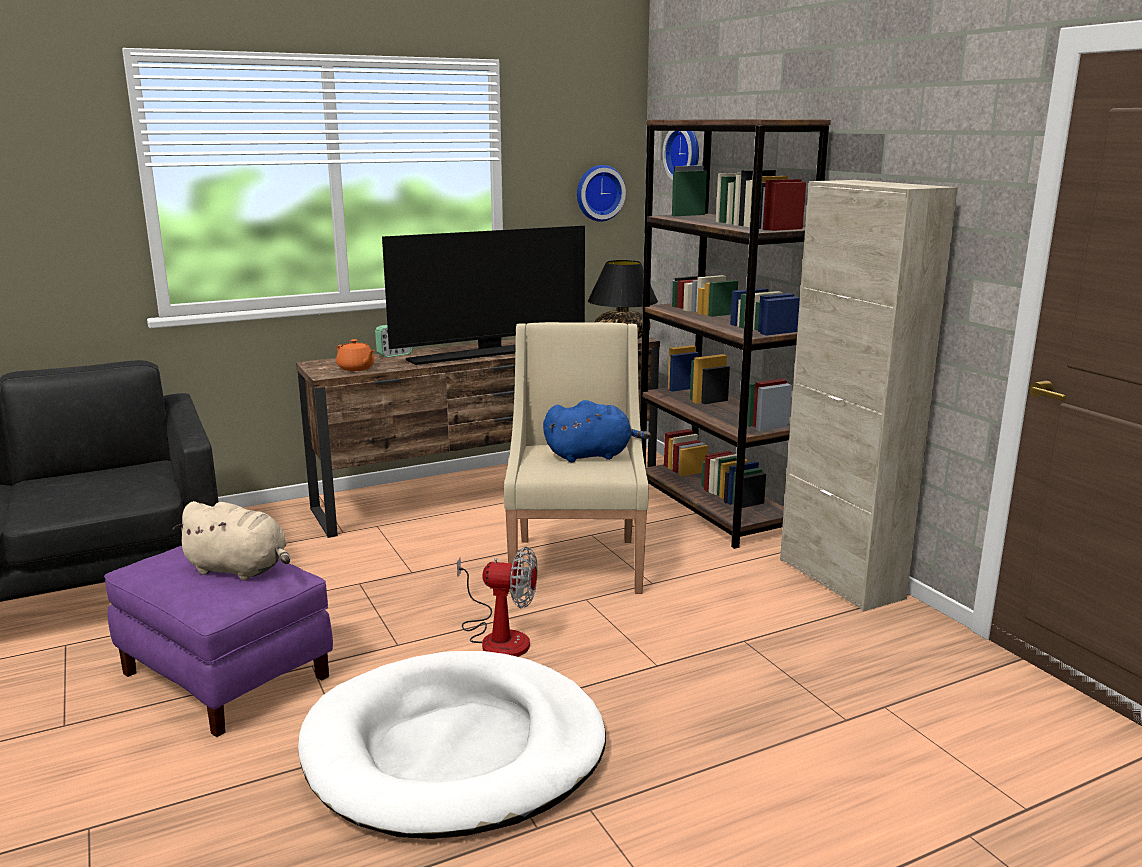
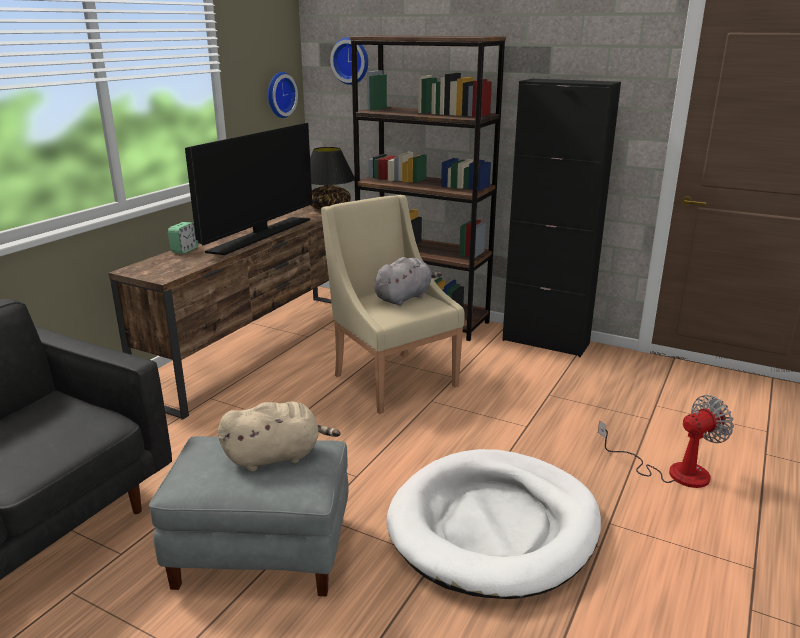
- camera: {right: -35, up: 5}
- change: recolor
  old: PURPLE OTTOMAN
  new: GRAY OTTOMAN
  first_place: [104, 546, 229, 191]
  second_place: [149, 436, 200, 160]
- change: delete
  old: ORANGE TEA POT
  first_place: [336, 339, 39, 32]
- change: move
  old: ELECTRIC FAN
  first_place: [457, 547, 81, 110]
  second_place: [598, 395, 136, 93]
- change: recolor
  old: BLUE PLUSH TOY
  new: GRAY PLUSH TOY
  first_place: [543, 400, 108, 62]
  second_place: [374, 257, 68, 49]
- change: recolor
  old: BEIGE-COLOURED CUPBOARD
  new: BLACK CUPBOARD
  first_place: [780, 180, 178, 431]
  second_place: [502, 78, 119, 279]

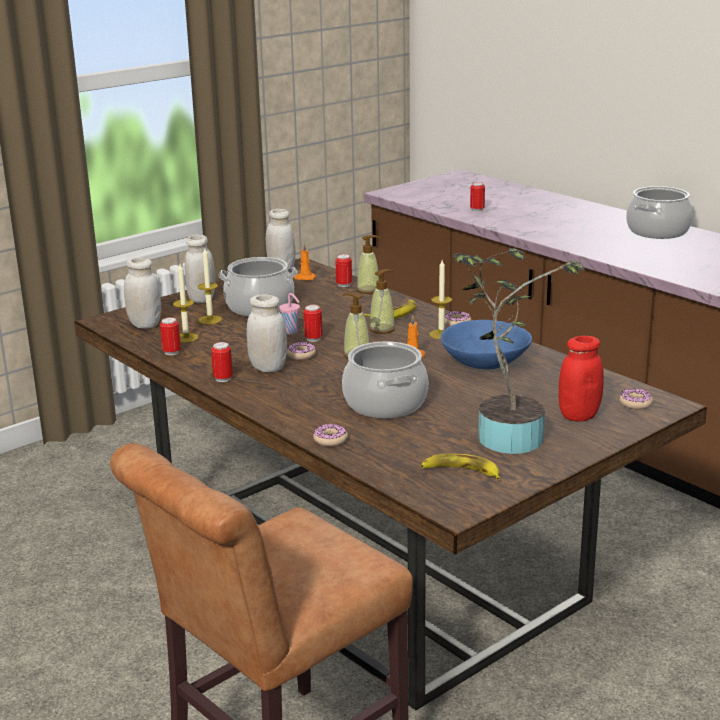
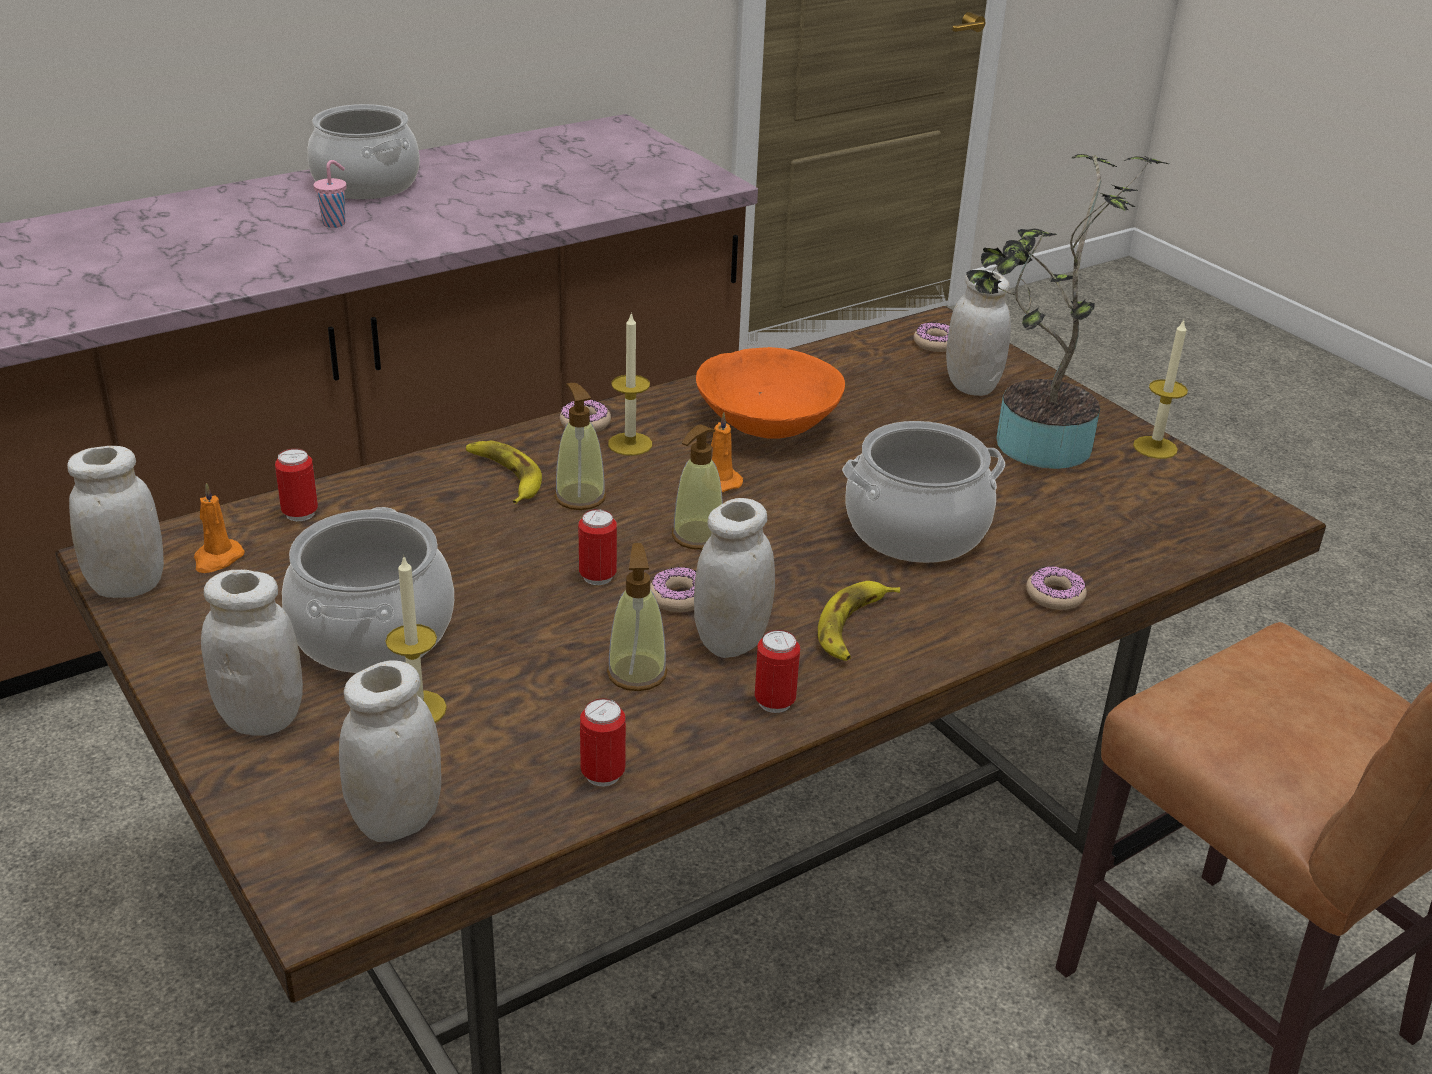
- camera: {right: -85, up: 10}
- change: move
  old: WAX CANDLE
  first_place: [173, 264, 25, 79]
  second_place: [1133, 320, 55, 139]
- change: move
  old: PINKISH DRINKING CUP
  first_place: [279, 293, 21, 41]
  second_place: [314, 160, 32, 68]
- change: move
  old: LIQUID SOAP BOTTLE
  first_place: [357, 235, 23, 59]
  second_place: [607, 543, 60, 148]
- change: move
  old: BANANA FRUIT
  first_place: [421, 453, 79, 27]
  second_place: [818, 581, 82, 80]
- change: recolor
  old: BLUE SERVING BOWL
  new: ORANGE SERVING BOWL
  first_place: [440, 320, 92, 50]
  second_place: [696, 347, 149, 92]
- change: delete
  old: METAL CAN
  first_place: [470, 182, 15, 30]
- change: recolor
  old: RED JAR
  new: WHITE JAR
  first_place: [559, 336, 45, 86]
  second_place: [946, 269, 65, 127]

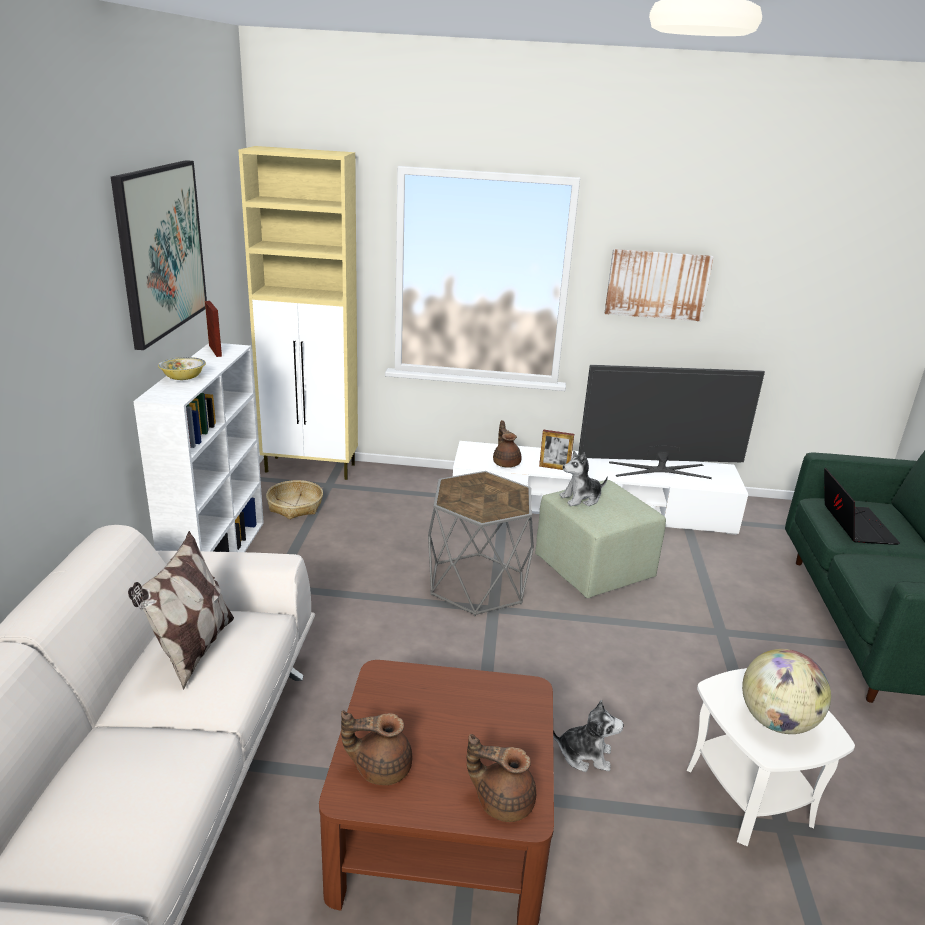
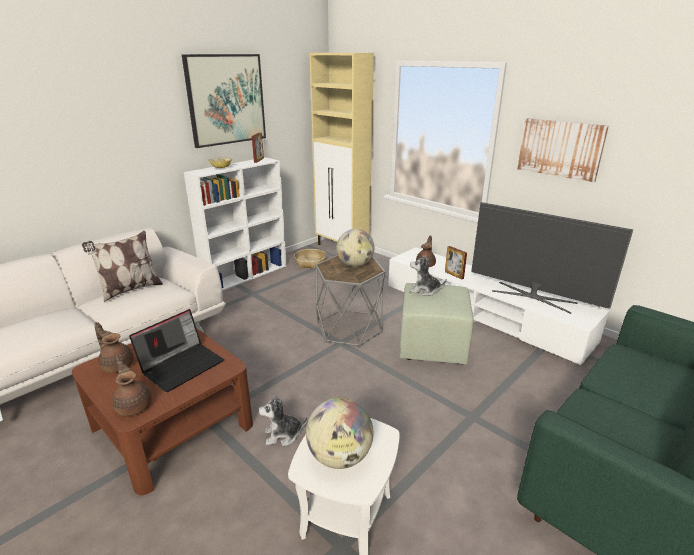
- camera: {right: 40, up: 0}
- change: rotate
  old: PLUSH TOY
  first_place: [553, 700, 71, 72]
  second_place: [258, 392, 50, 54]
  degrees: 120
- change: move
  old: LAPTOP
  first_place: [824, 467, 76, 78]
  second_place: [129, 309, 95, 83]
- change: insert
  new: WORLD GLOBE
  second_place: [337, 229, 37, 38]

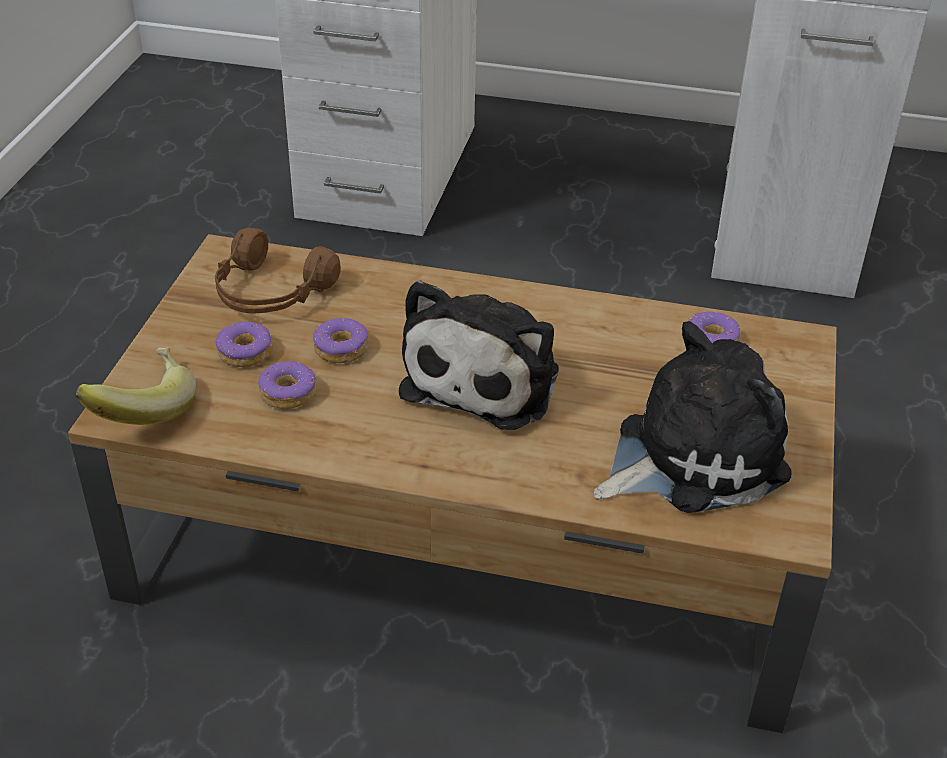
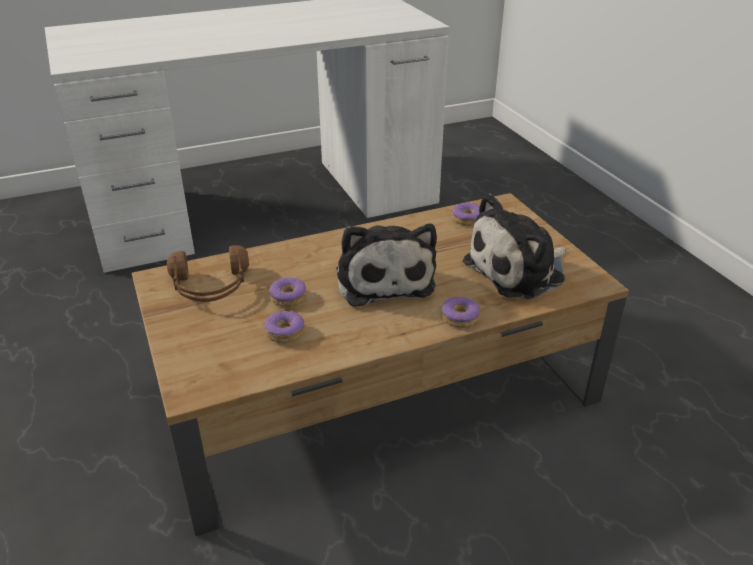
- camera: {right: -35, up: -5}
- change: delete
  old: BANANA FRUIT
  first_place: [76, 347, 121, 78]
- change: move
  old: DONUT
  first_place: [215, 321, 58, 46]
  second_place: [441, 297, 39, 31]
- change: rotate
  old: PLUSH TOY
  first_place: [594, 321, 197, 192]
  second_place: [463, 194, 104, 105]
  degrees: -150

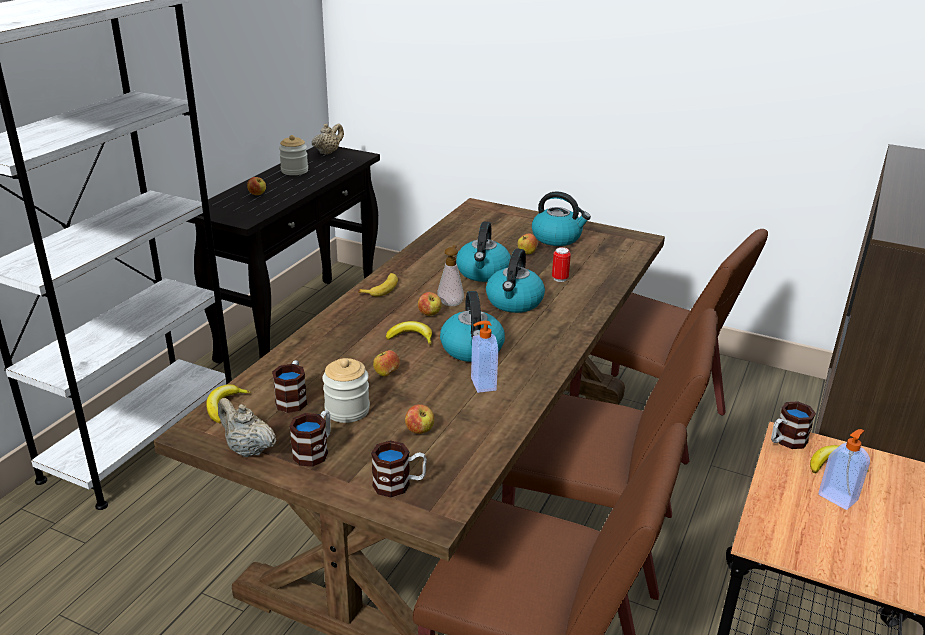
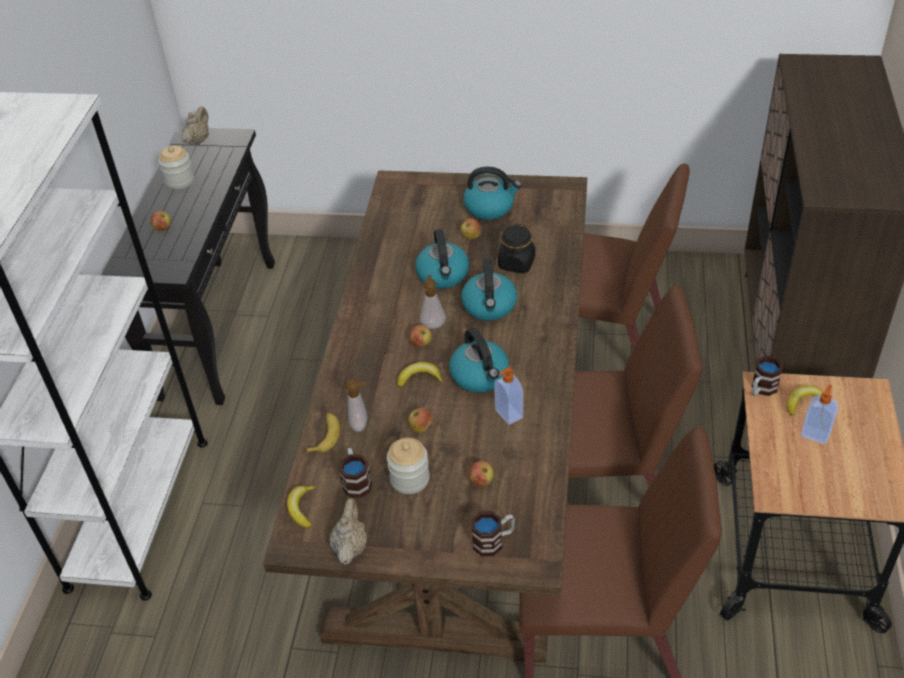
- camera: {right: -15, up: 15}
- change: rotate
  old: BEIGE-COLOURED TEA POT
  first_place: [218, 398, 58, 59]
  second_place: [329, 498, 39, 67]
  degrees: 75
- change: delete
  old: MUG
  first_place: [289, 410, 42, 57]
- change: move
  old: BANANA FRUIT
  first_place: [358, 273, 40, 24]
  second_place: [305, 413, 35, 40]
- change: replace
  old: METAL CAN
  new: BLACK JAR
  first_place: [552, 247, 19, 35]
  second_place: [498, 224, 37, 49]
- change: insert
  new: LIQUID SOAP BOTTLE
  second_place: [345, 379, 22, 53]

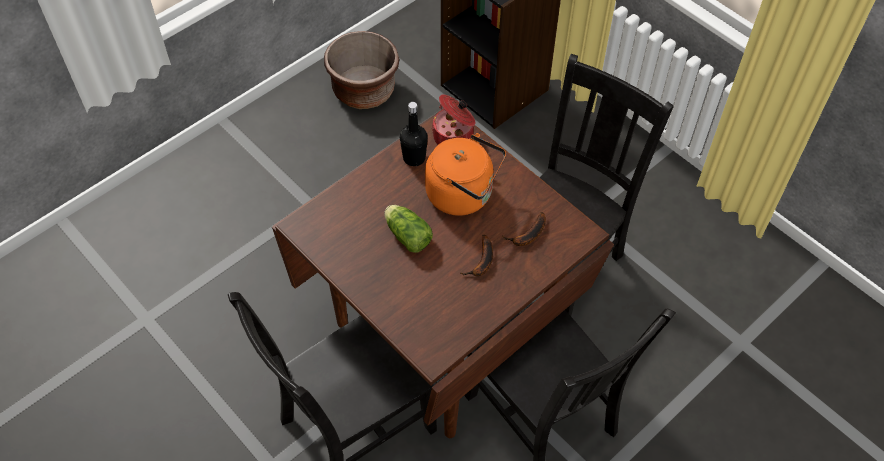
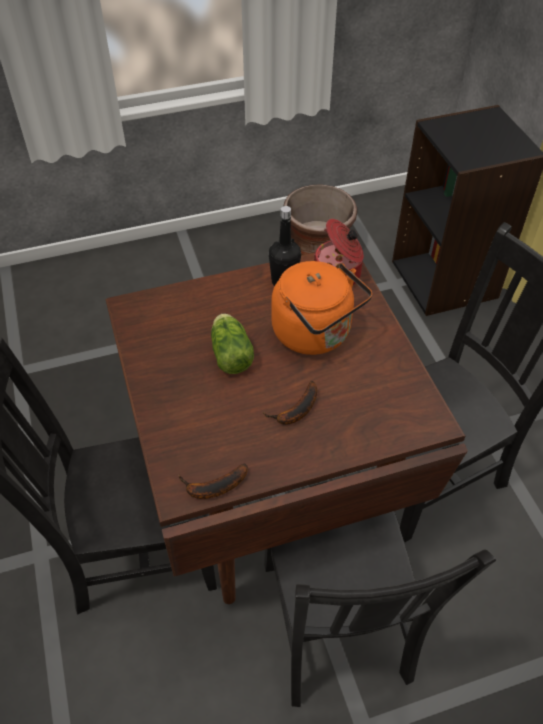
- camera: {right: 25, up: -5}
- change: move
  old: BANANA FRUIT
  first_place: [503, 212, 43, 34]
  second_place: [179, 463, 69, 36]

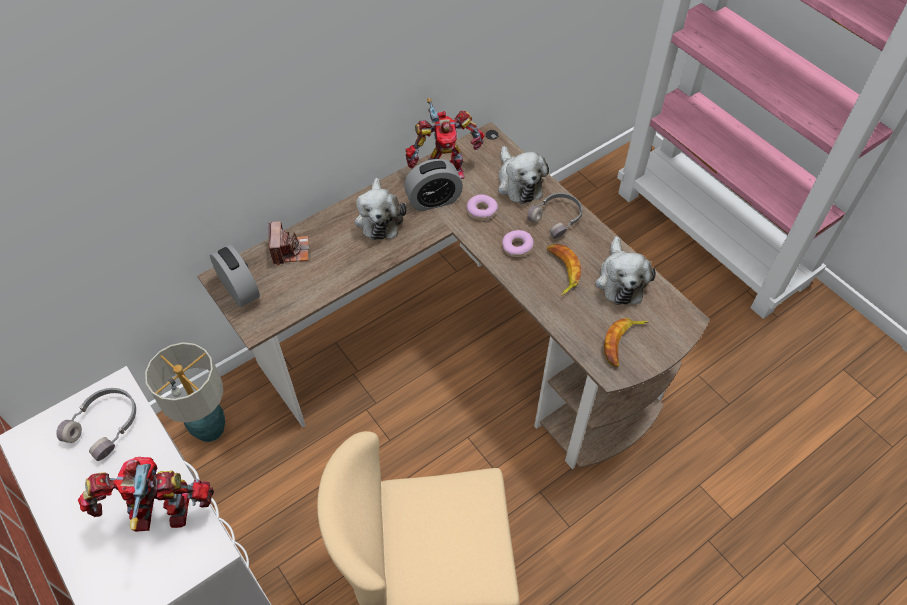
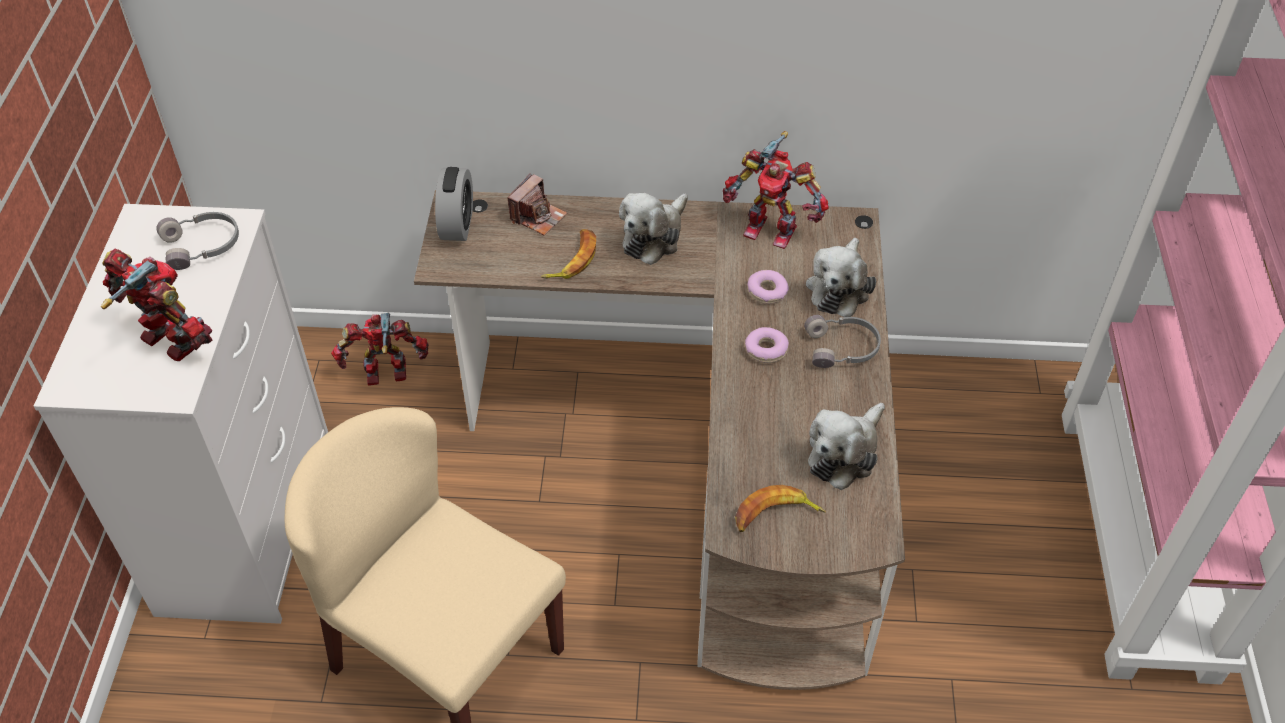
- camera: {right: 40, up: -5}
- change: replace
  old: LAMP FOR A TABLE
  new: ROBOT FIGURE
  first_place: [145, 342, 80, 100]
  second_place: [331, 313, 97, 73]
- change: delete
  old: TABLE CLOCK
  first_place: [404, 159, 59, 53]
- change: move
  old: BANANA FRUIT
  first_place: [547, 244, 34, 52]
  second_place: [541, 229, 55, 50]

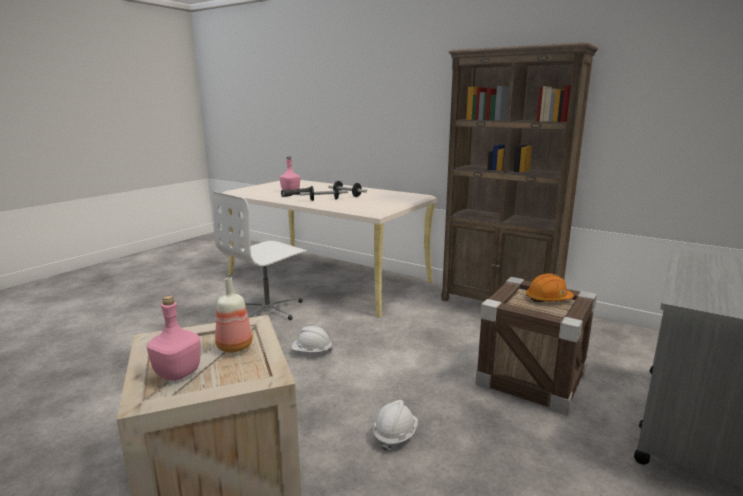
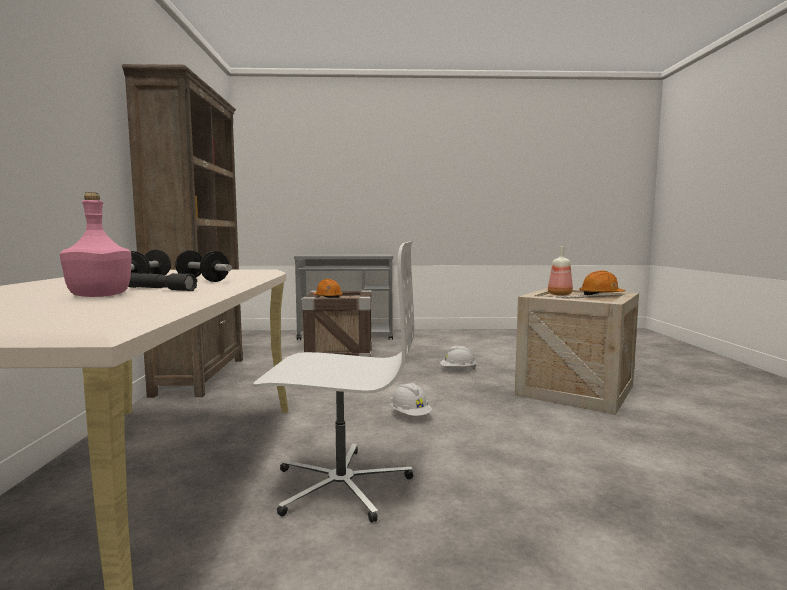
- camera: {right: -125, up: -10}
- change: replace
  old: PINKISH BEVERAGE BOTTLE
  new: ORANGE HARD HAT
  first_place: [147, 296, 54, 85]
  second_place: [579, 270, 46, 25]

